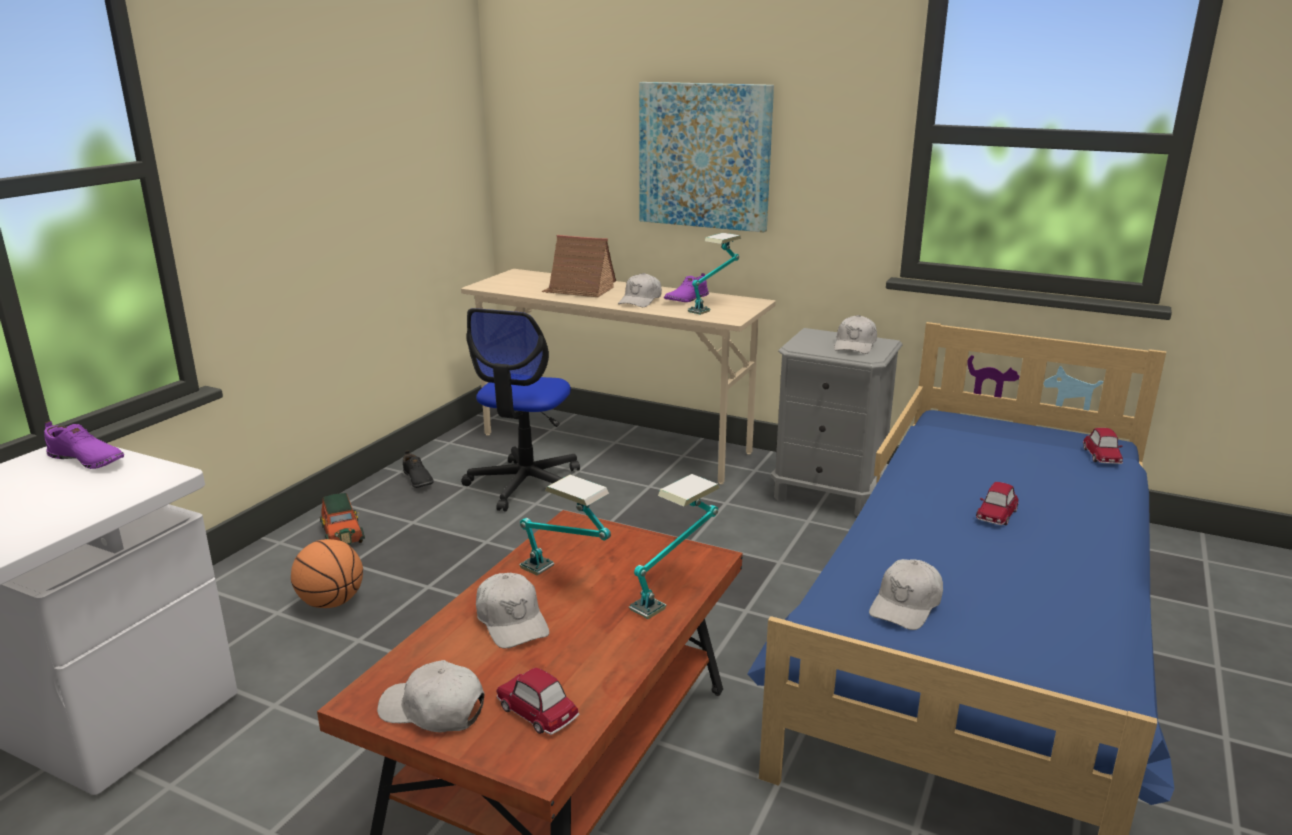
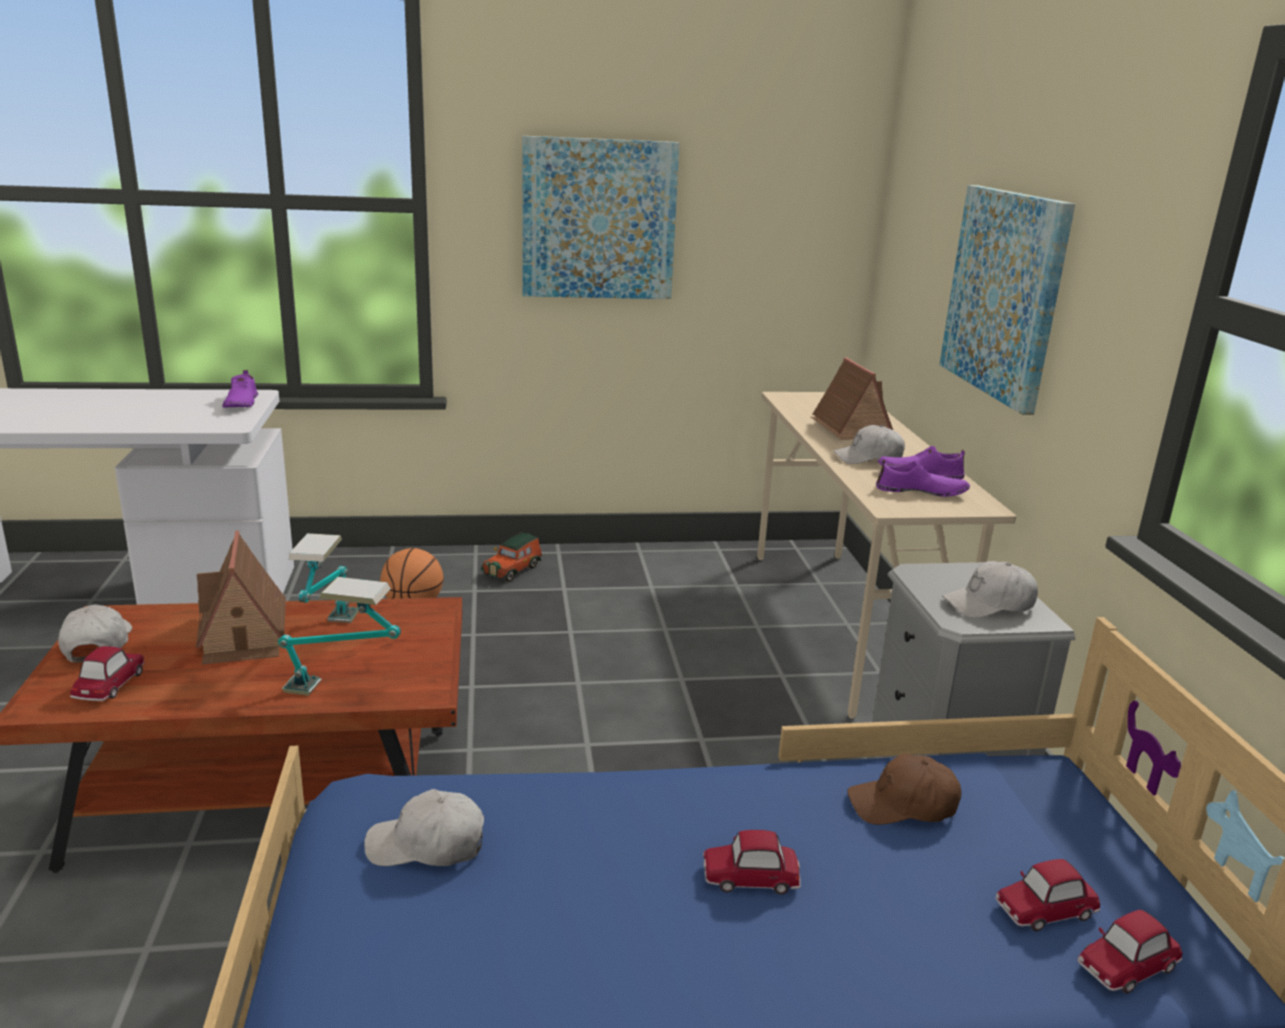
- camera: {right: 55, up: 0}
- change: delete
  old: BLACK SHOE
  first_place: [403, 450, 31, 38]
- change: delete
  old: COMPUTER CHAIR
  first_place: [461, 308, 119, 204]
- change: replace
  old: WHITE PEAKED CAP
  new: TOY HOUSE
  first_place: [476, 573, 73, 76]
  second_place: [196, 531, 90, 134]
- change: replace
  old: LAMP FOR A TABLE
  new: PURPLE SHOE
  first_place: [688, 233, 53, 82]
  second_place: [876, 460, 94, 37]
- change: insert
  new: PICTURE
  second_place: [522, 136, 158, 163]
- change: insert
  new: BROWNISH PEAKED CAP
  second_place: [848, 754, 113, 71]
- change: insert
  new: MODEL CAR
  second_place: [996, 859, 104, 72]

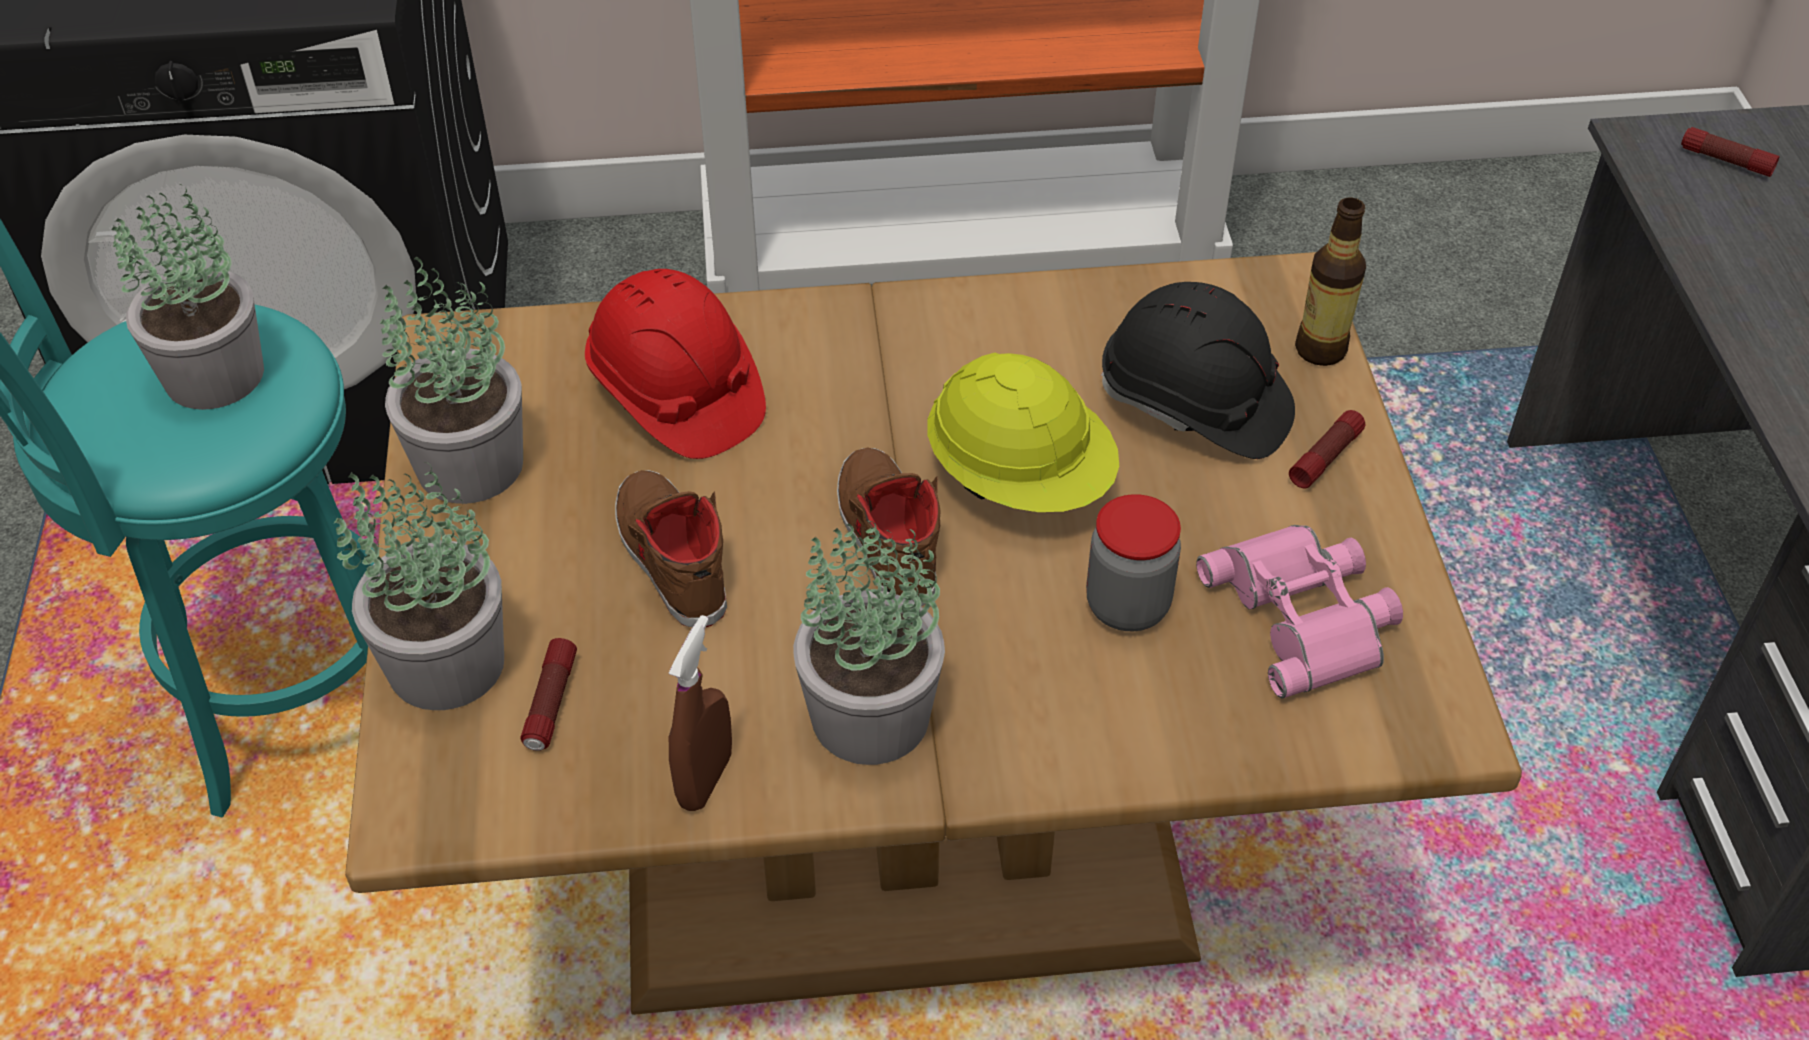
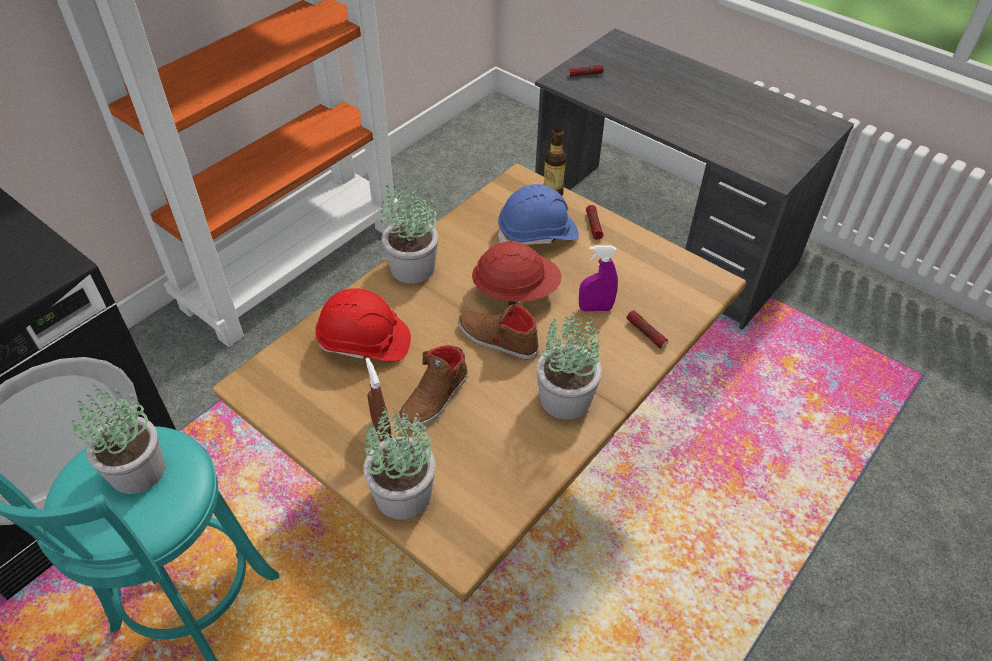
- camera: {right: -45, up: 0}
- change: move
  old: POTTED PLANT
  first_place: [380, 257, 143, 247]
  second_place: [380, 182, 58, 102]
- change: move
  old: HAND TORCH
  first_place: [520, 638, 57, 113]
  second_place: [627, 310, 41, 38]
- change: rotate
  old: BROWNISH SHOE
  first_place: [615, 470, 112, 157]
  second_place: [398, 345, 70, 83]
  degrees: -75
- change: move
  old: BROWNISH SPRAY BOTTLE
  first_place: [669, 615, 63, 196]
  second_place: [365, 358, 27, 84]
- change: recolor
  old: YELLOW HARD HAT
  new: RED HARD HAT
  first_place: [928, 353, 191, 159]
  second_place: [472, 242, 90, 64]
- change: replace
  old: JAR
  new: PURPLE SPRAY BOTTLE
  first_place: [1086, 494, 95, 137]
  second_place: [579, 245, 39, 67]
- change: recolor
  old: BLACK HARD HAT
  new: BLUE HARD HAT
  first_place: [1100, 282, 195, 177]
  second_place: [498, 184, 81, 61]
- change: delete
  old: PINKISH BINOCULARS
  first_place: [1196, 525, 207, 174]

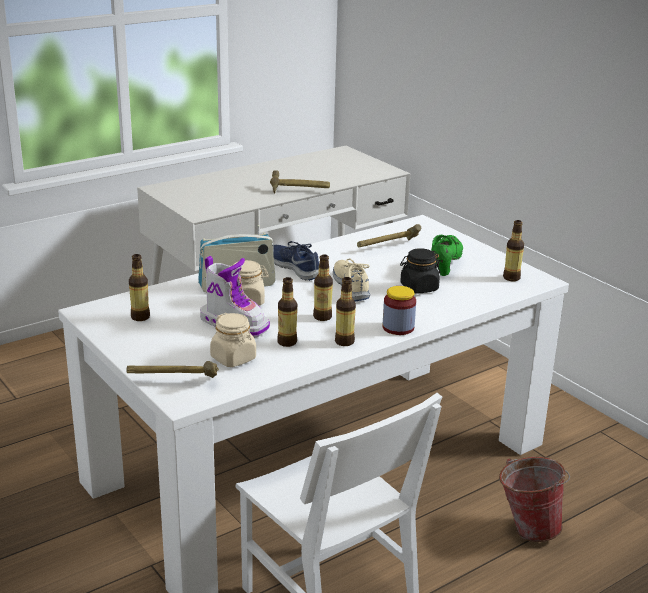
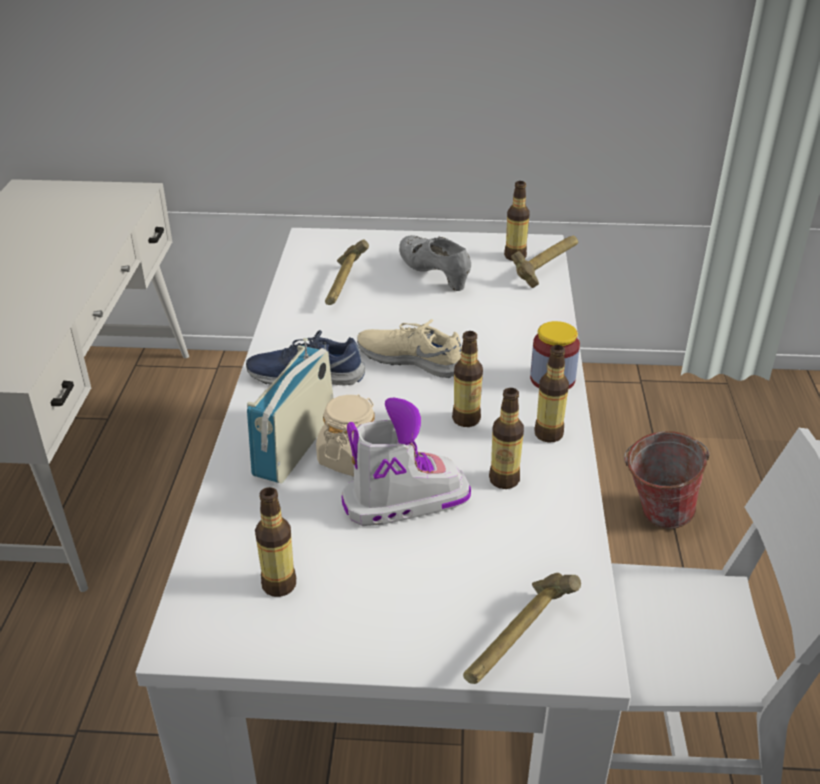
- camera: {right: -50, up: 10}
- change: delete
  old: BEIGE-COLOURED JAR
  first_place: [210, 313, 46, 54]
- change: move
  old: HAND HAMMER
  first_place: [270, 170, 60, 23]
  second_place: [511, 236, 67, 52]
- change: delete
  old: BLACK JAR
  first_place: [400, 248, 41, 46]
- change: recolor
  old: GREENISH SHOE
  new: GRAY SHOE
  first_place: [431, 235, 32, 41]
  second_place: [399, 235, 72, 56]

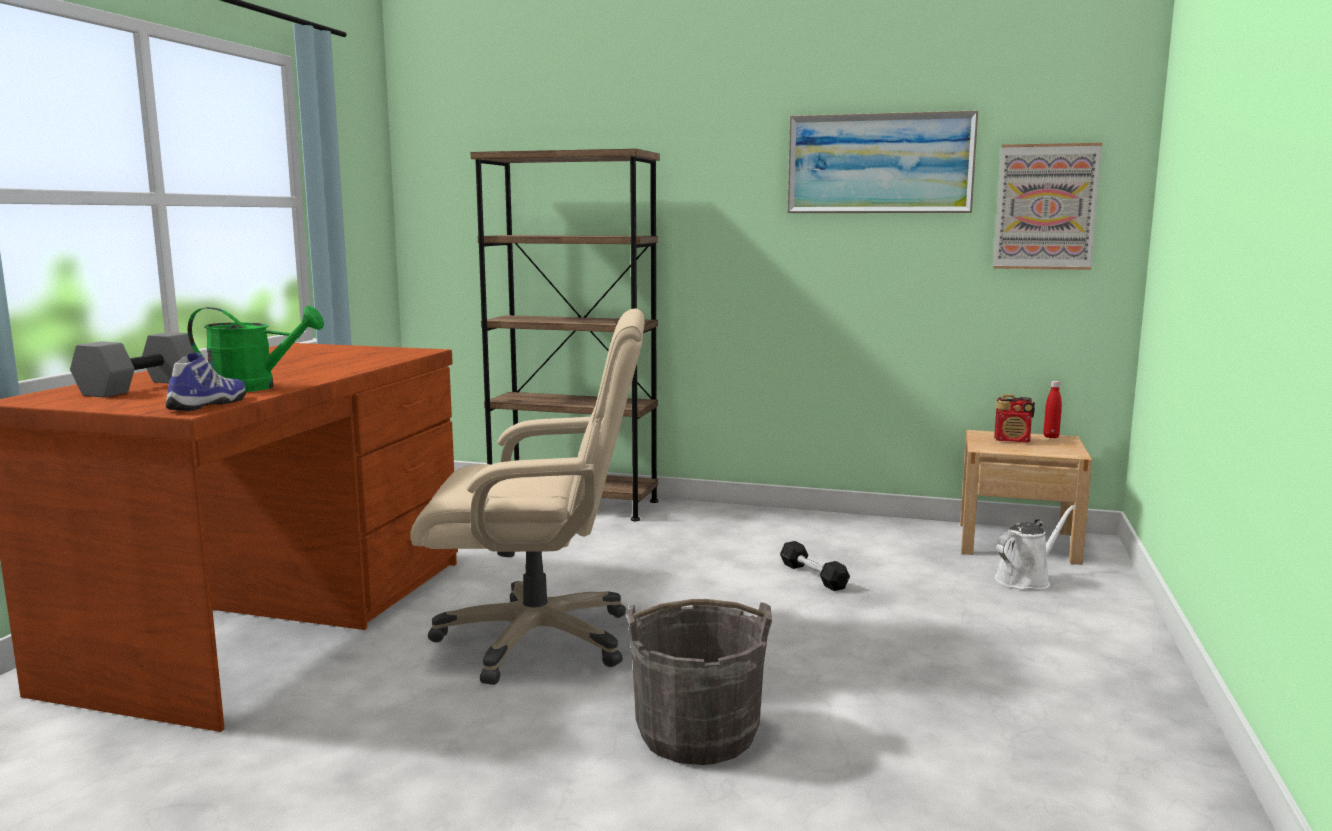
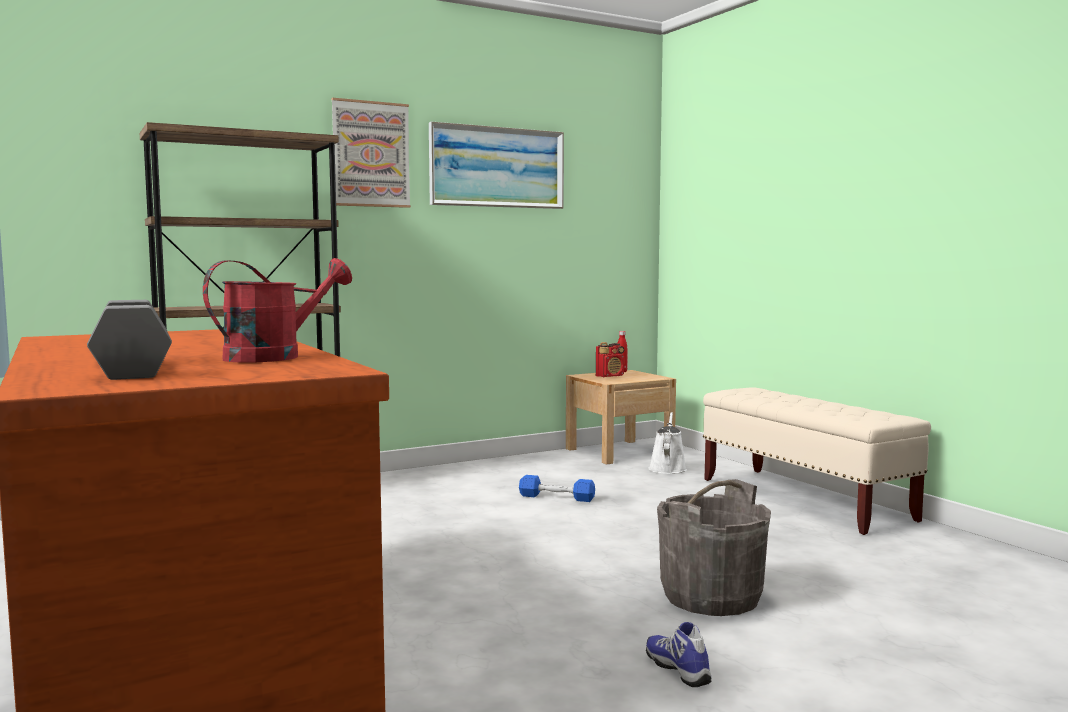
- camera: {right: -45, up: -5}
- change: move
  old: SHOE
  first_place: [166, 353, 80, 58]
  second_place: [646, 622, 65, 65]
- change: recolor
  old: GREENISH WATERING CAN
  new: RED WATERING CAN
  first_place: [187, 306, 137, 86]
  second_place: [203, 258, 149, 105]
- change: delete
  old: BEIGE-COLOURED COMPUTER CHAIR
  first_place: [410, 308, 235, 377]
- change: recolor
  old: BLACK DUMBBELL
  new: BLUE DUMBBELL
  first_place: [780, 541, 70, 50]
  second_place: [519, 475, 76, 27]
- change: move
  old: PICTURE
  first_place: [993, 143, 109, 127]
  second_place: [331, 98, 80, 110]
- change: insert
  new: BEIGE-COLOURED INDOOR BENCH
  second_place: [703, 387, 228, 148]

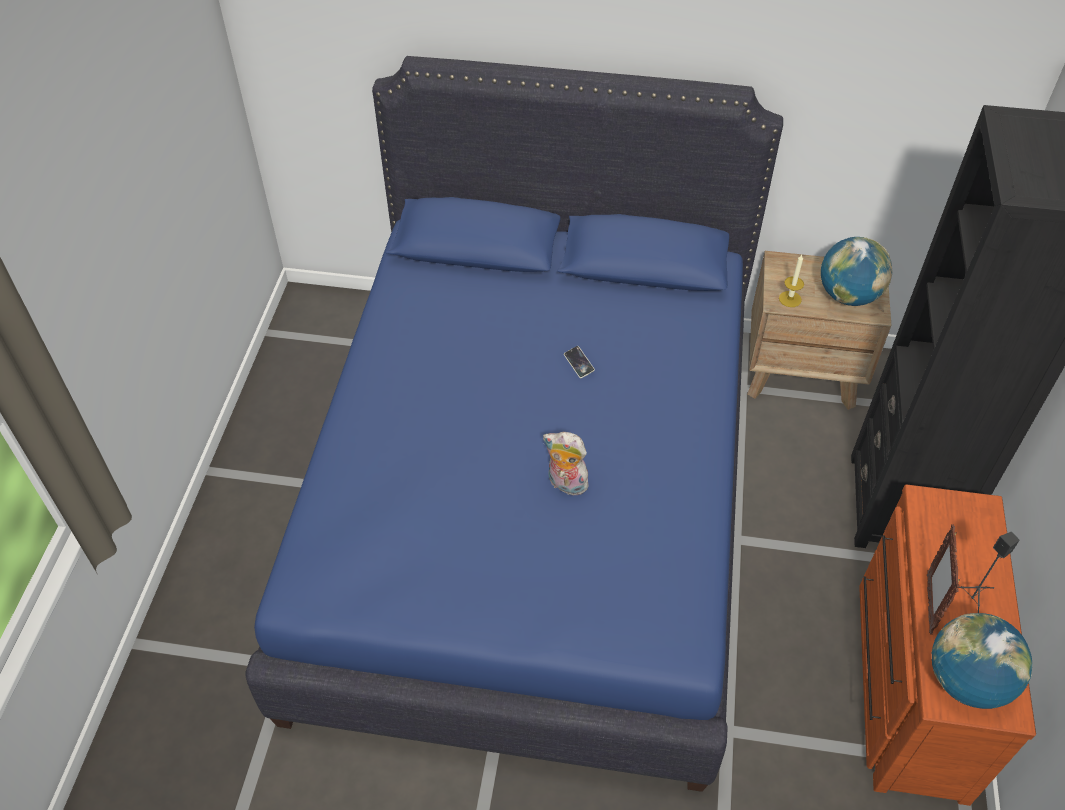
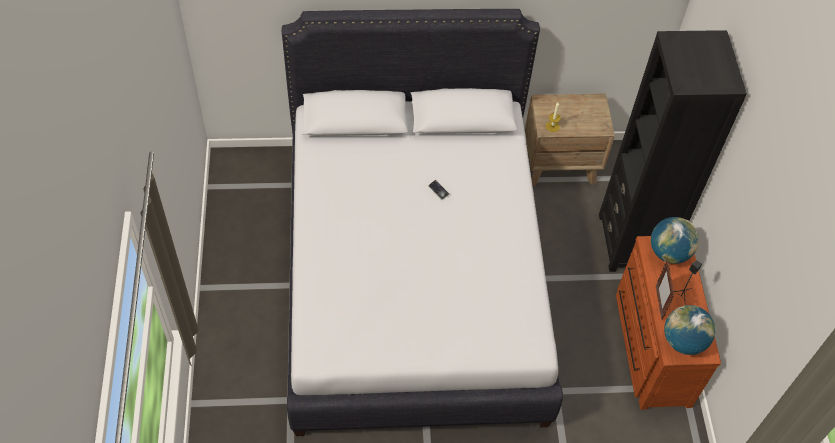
- camera: {right: -15, up: 5}
- change: recolor
  old: BLUE BED
  new: WHITE BED
  first_place: [246, 56, 537, 736]
  second_place: [282, 9, 281, 427]
- change: delete
  old: PLUSH TOY
  first_place: [543, 432, 46, 63]
- change: move
  old: WORLD GLOBE
  first_place: [821, 237, 71, 69]
  second_place: [651, 217, 48, 47]

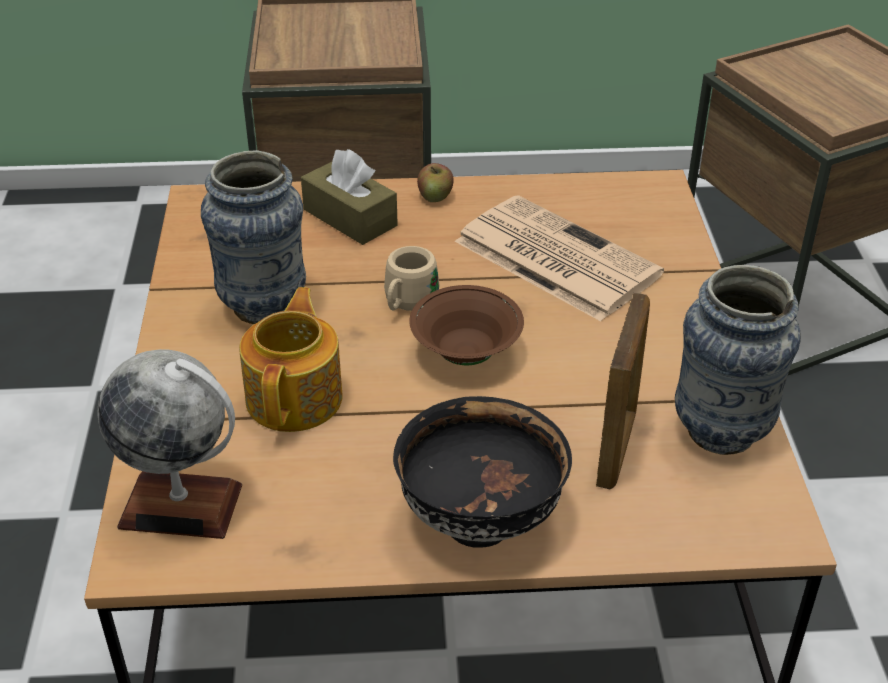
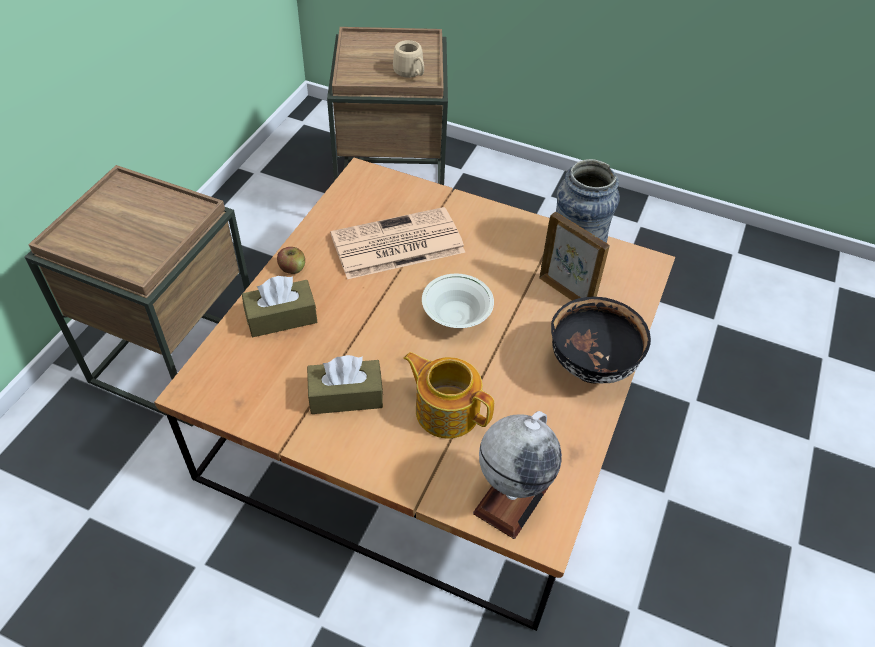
- camera: {right: -65, up: 10}
- change: replace
  old: DECORATIVE VASE
  new: BROWNISH TISSUE HOLDER
  first_place: [201, 150, 105, 174]
  second_place: [307, 355, 76, 59]
- change: move
  old: BEIGE-COLOURED MUG
  first_place: [384, 246, 55, 65]
  second_place: [393, 40, 31, 38]
- change: recolor
  old: BROWNISH SERVING BOWL
  new: WHITE SERVING BOWL
  first_place: [409, 285, 115, 80]
  second_place: [422, 274, 72, 54]

